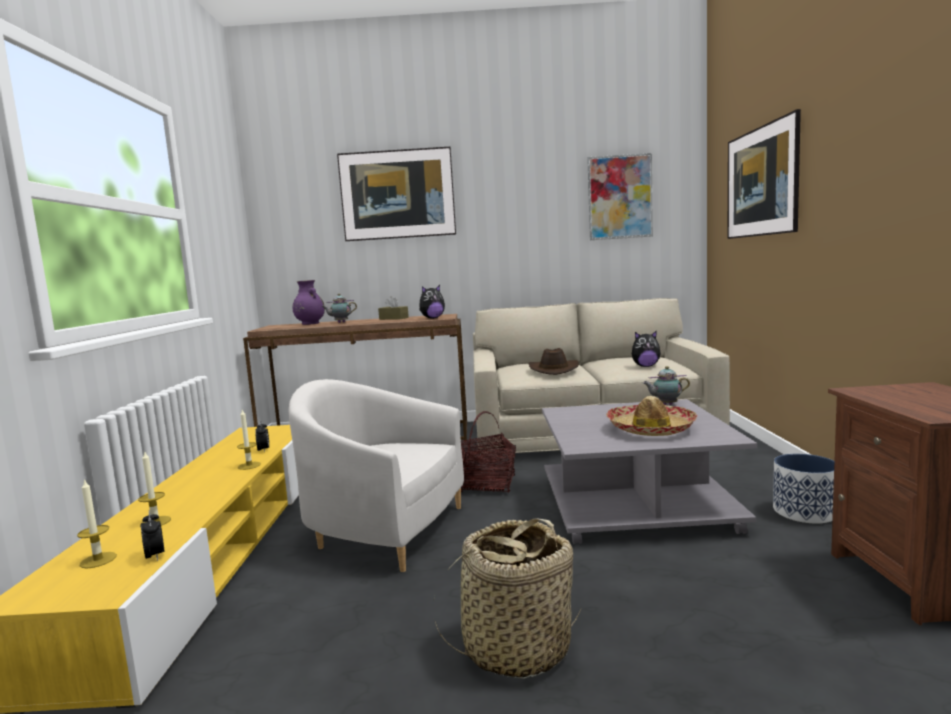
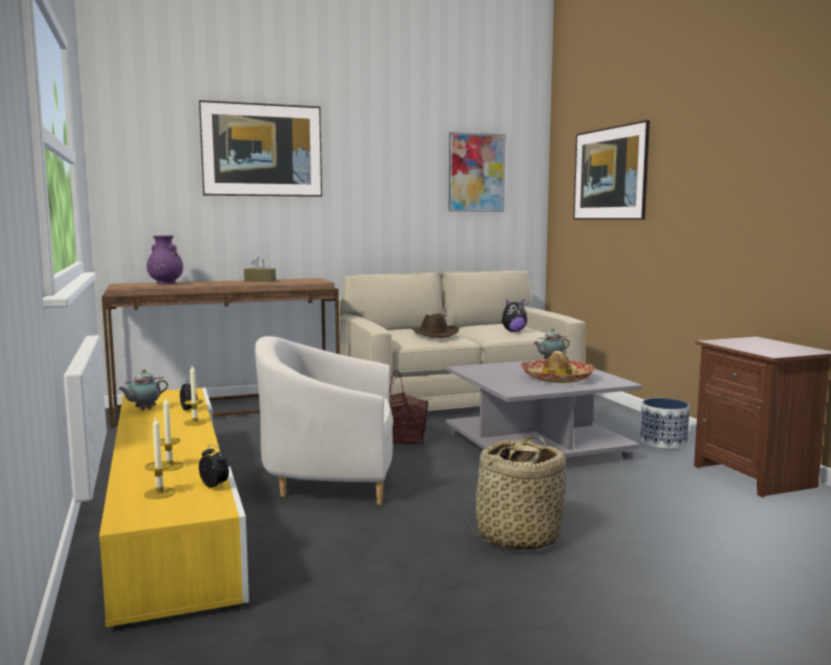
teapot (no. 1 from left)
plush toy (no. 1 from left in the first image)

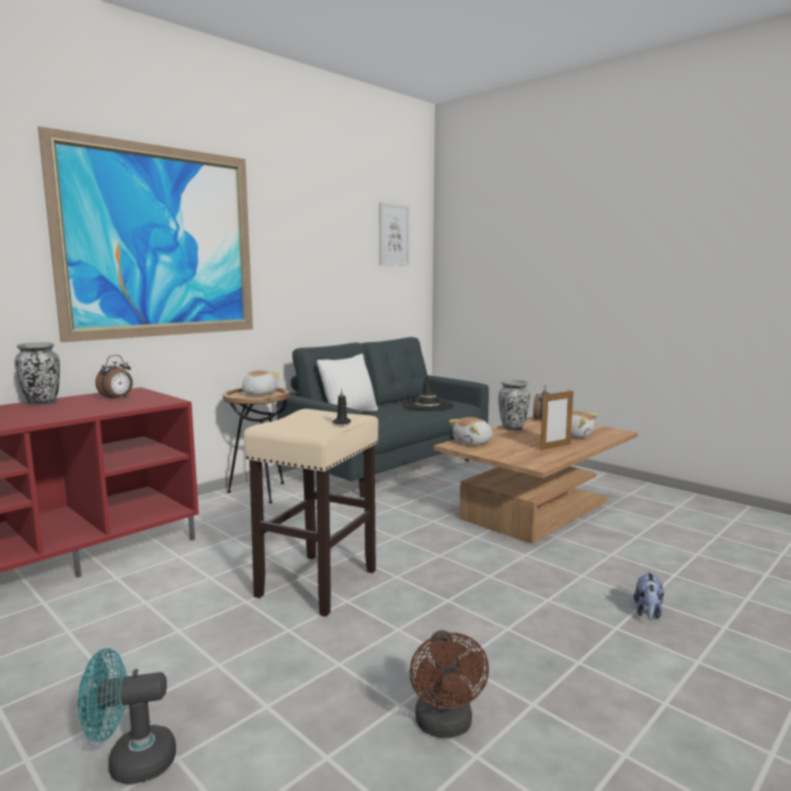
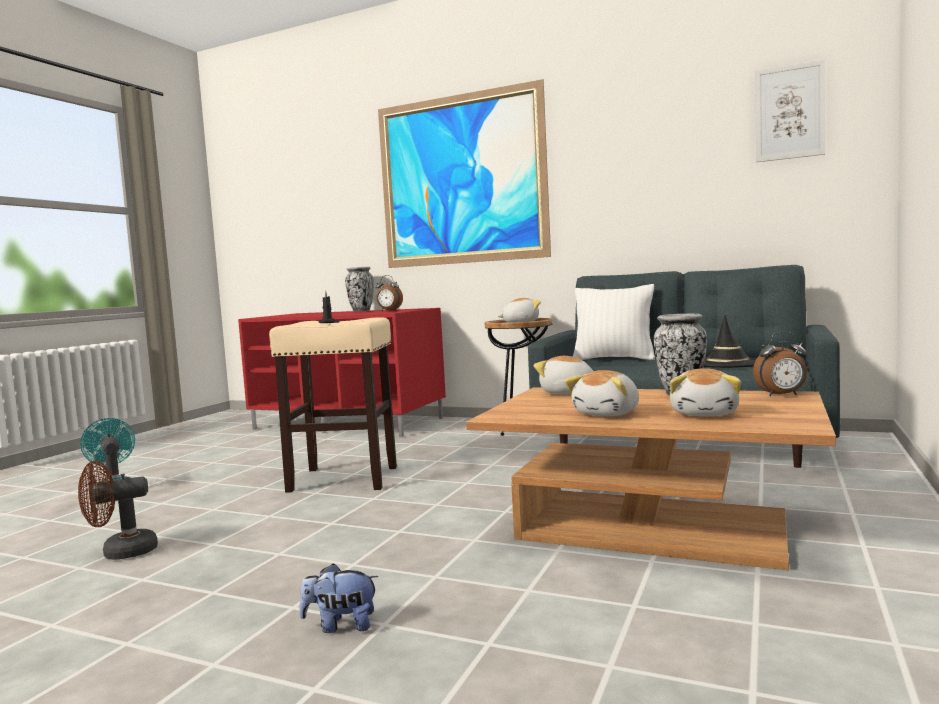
plush toy (no. 4 from left)

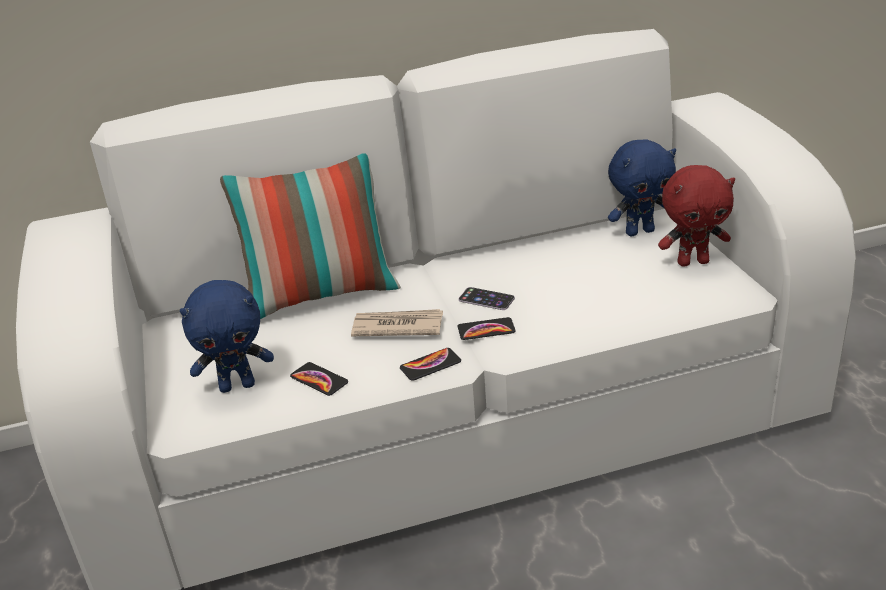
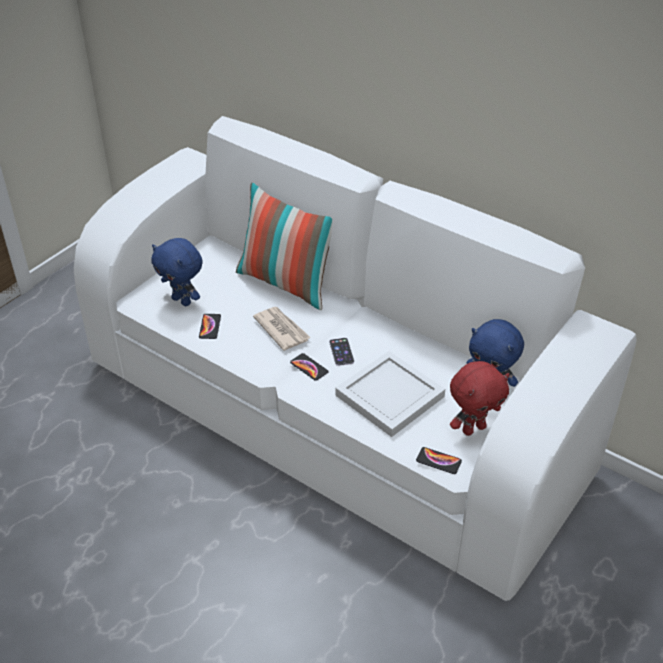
white tray
phone (no. 4 from left)
red plush toy

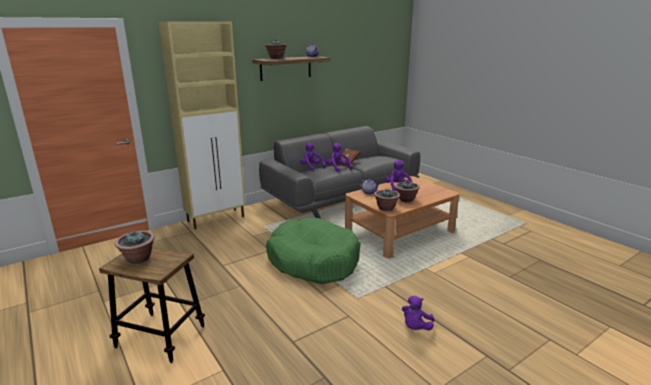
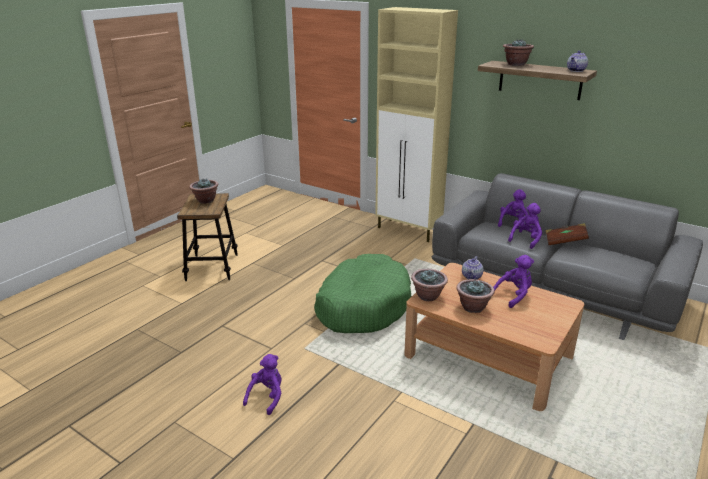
purple plush toy (no. 1 from left)

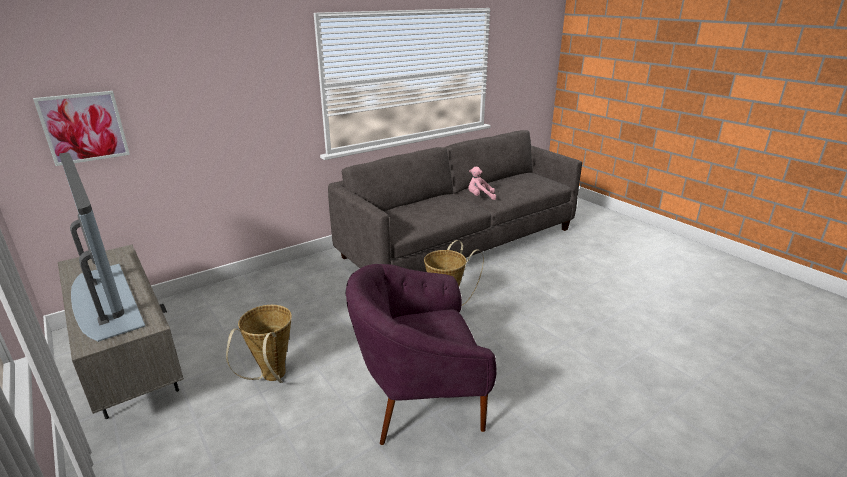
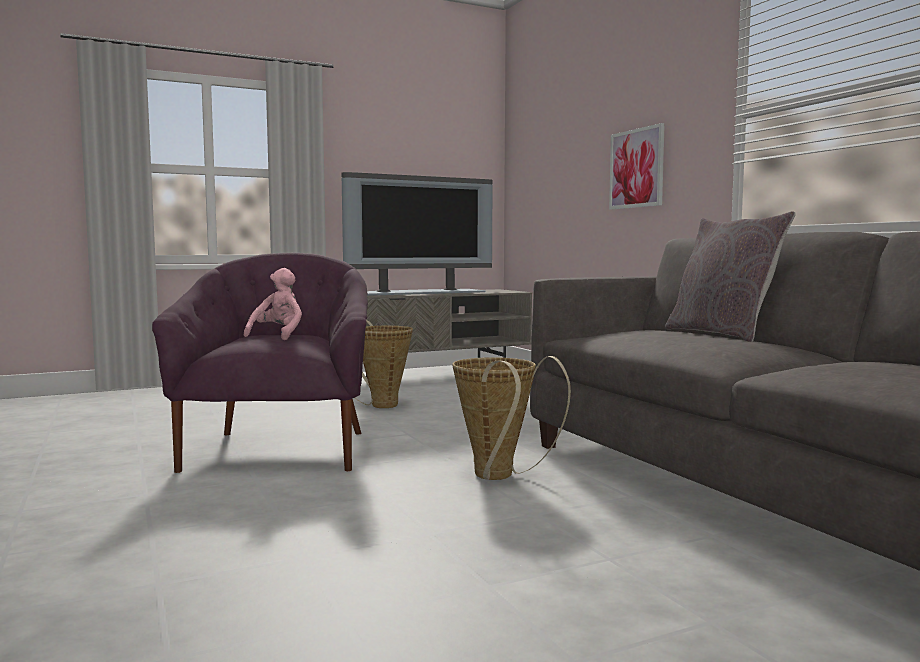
pink plush toy
picture
grey pillow

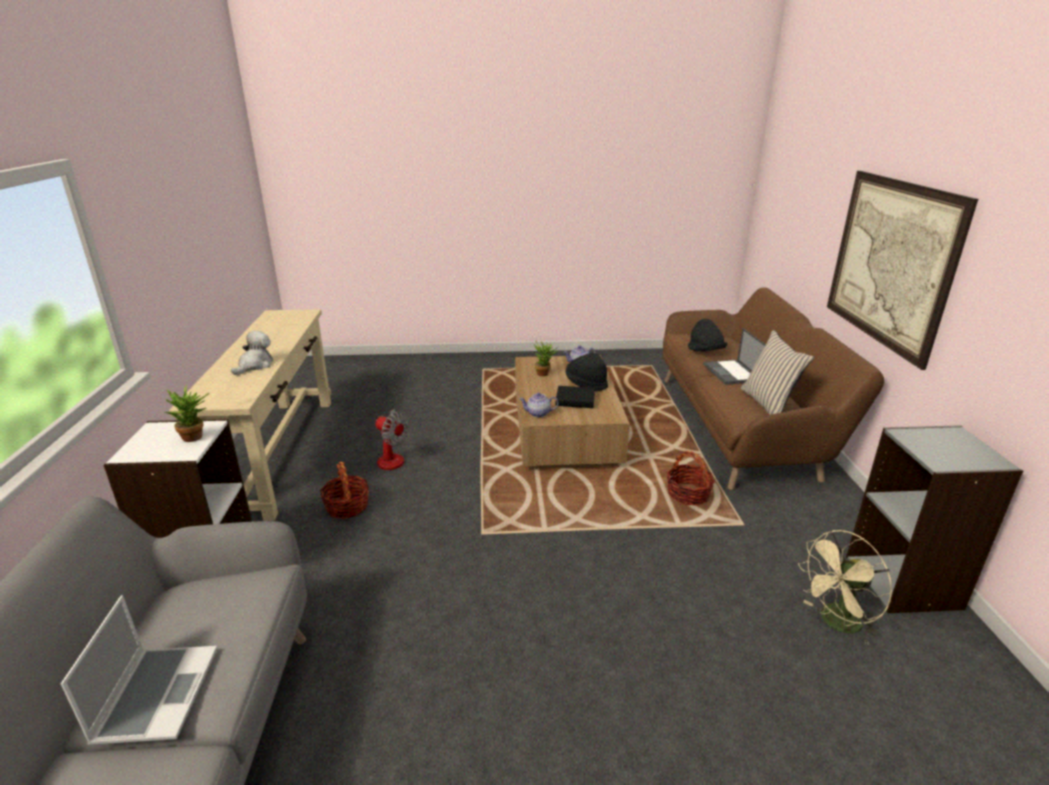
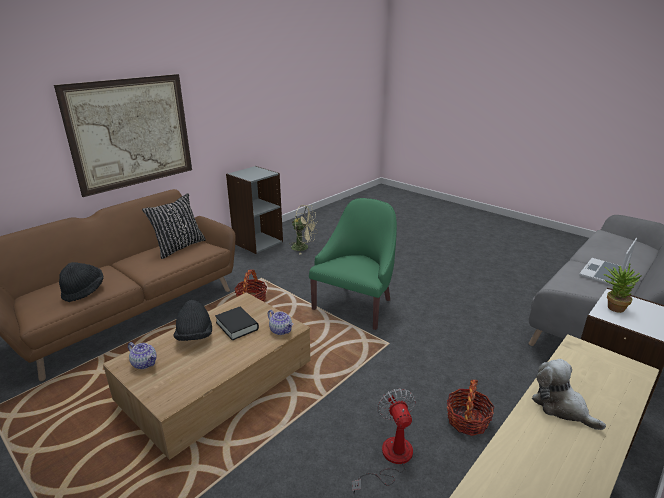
black pillow
green armchair
plush toy
potted plant (no. 2 from left in the first image)
laptop (no. 2 from left in the first image)

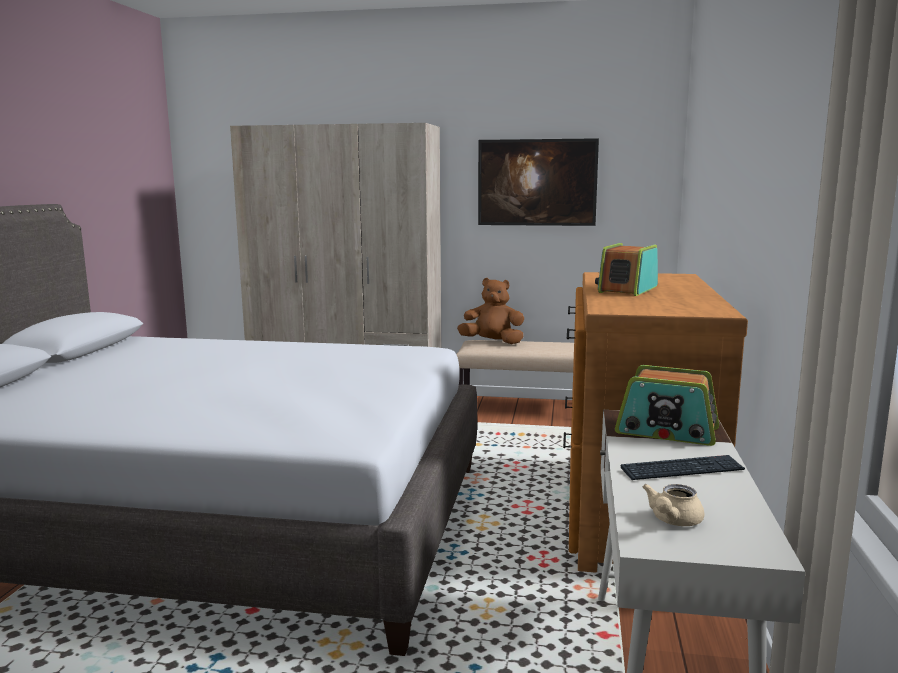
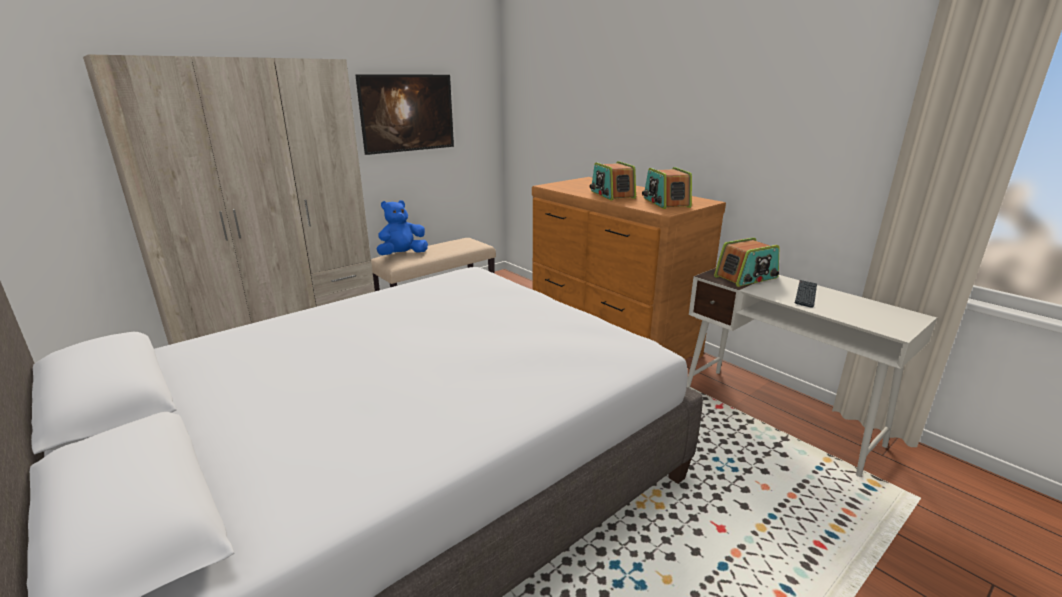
blue plush toy
radio (no. 2 from left)
beige teapot

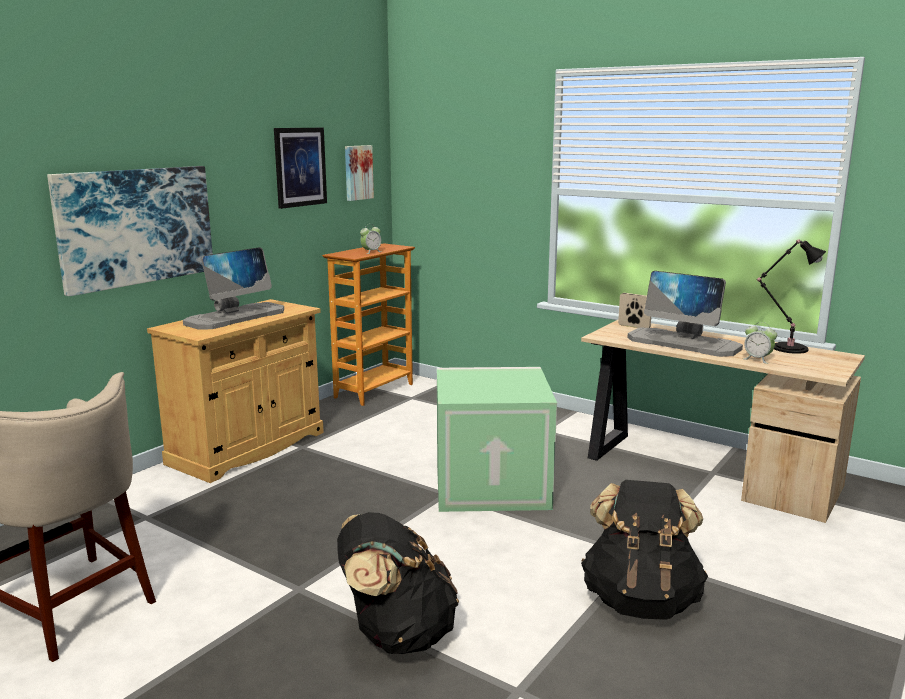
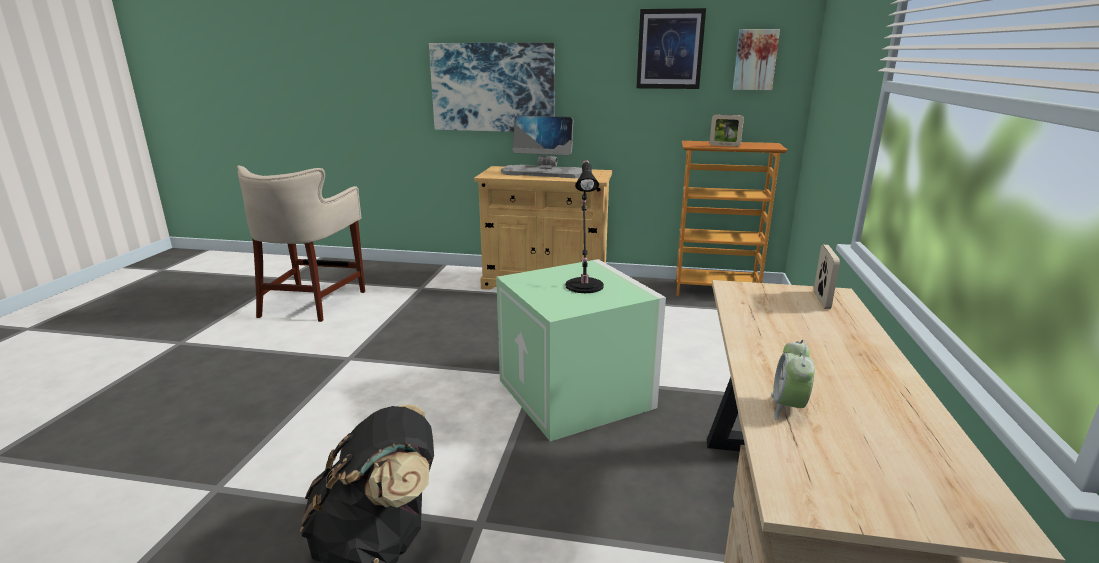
black table lamp
picture frame (no. 1 from left)
black backpack (no. 1 from left in the first image)
monitor (no. 2 from left in the first image)

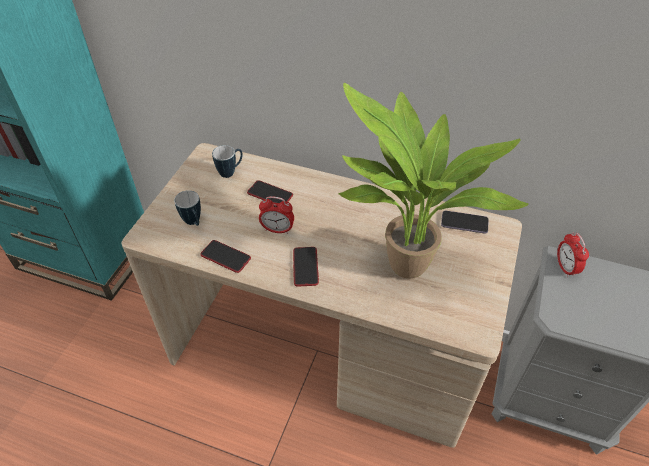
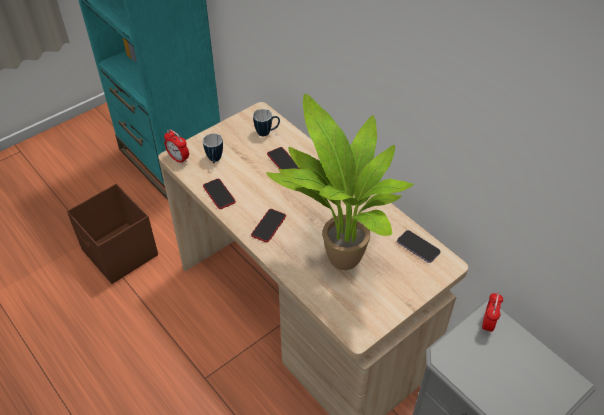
brown storage box
alarm clock (no. 1 from left)

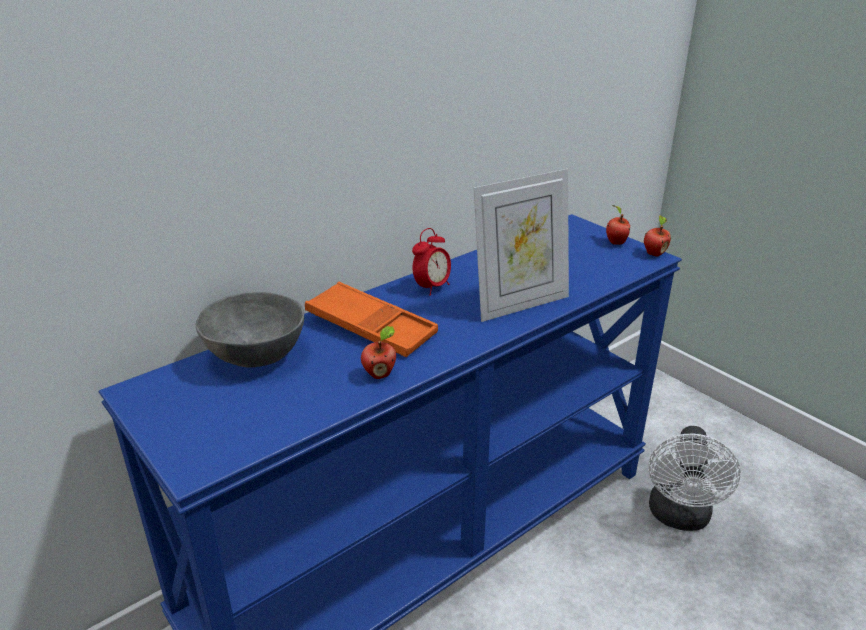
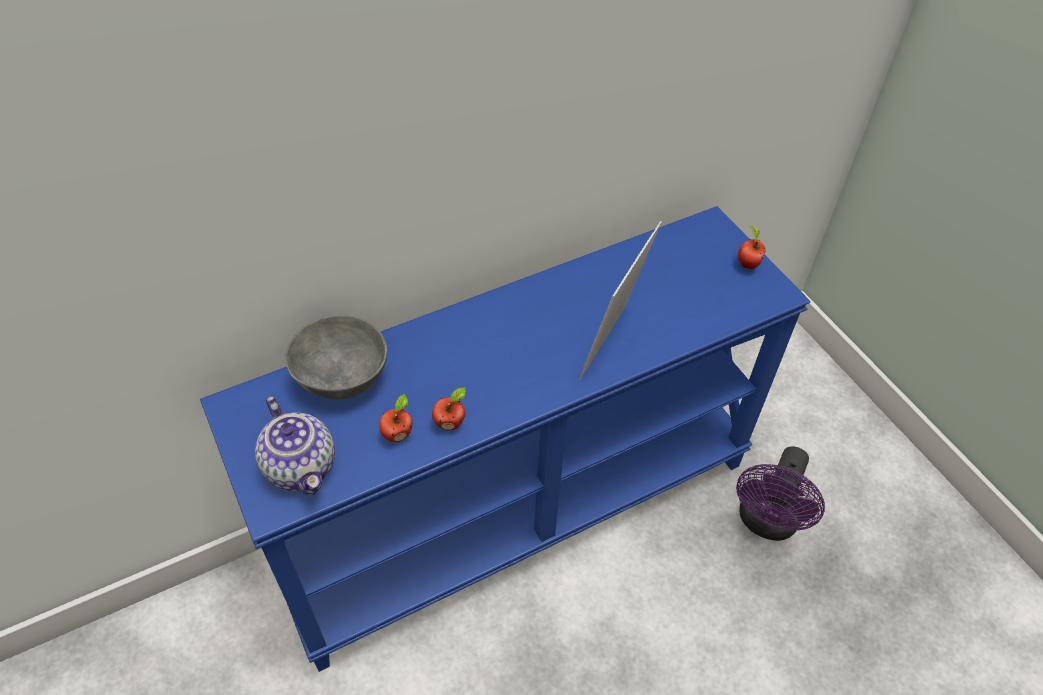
teapot
apple (no. 1 from left)
picture frame
purple fan
orange tray
alarm clock

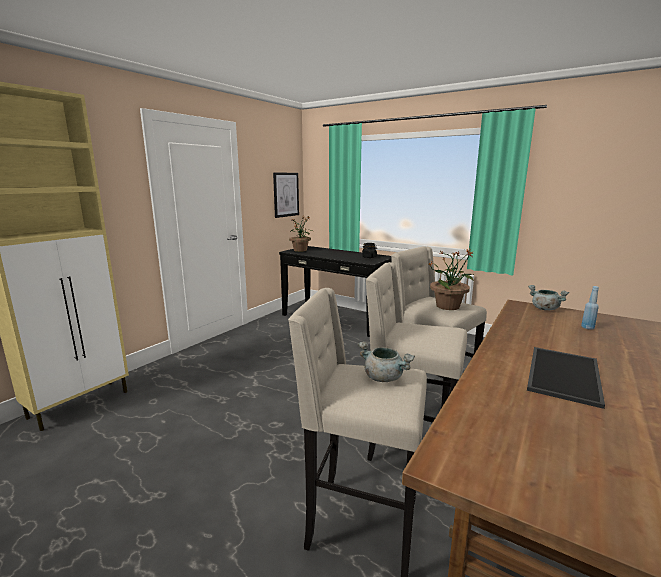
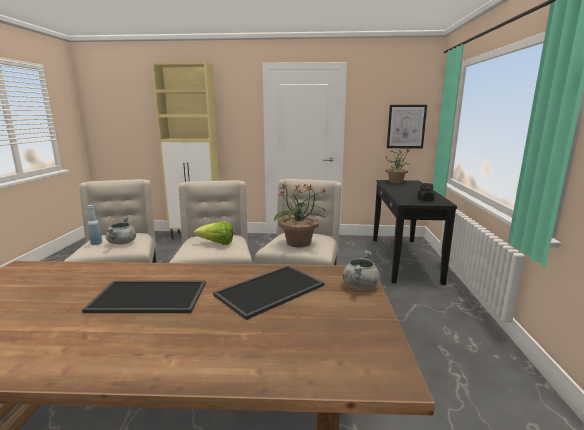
blue bottle
lettuce
tray (no. 2 from left)

